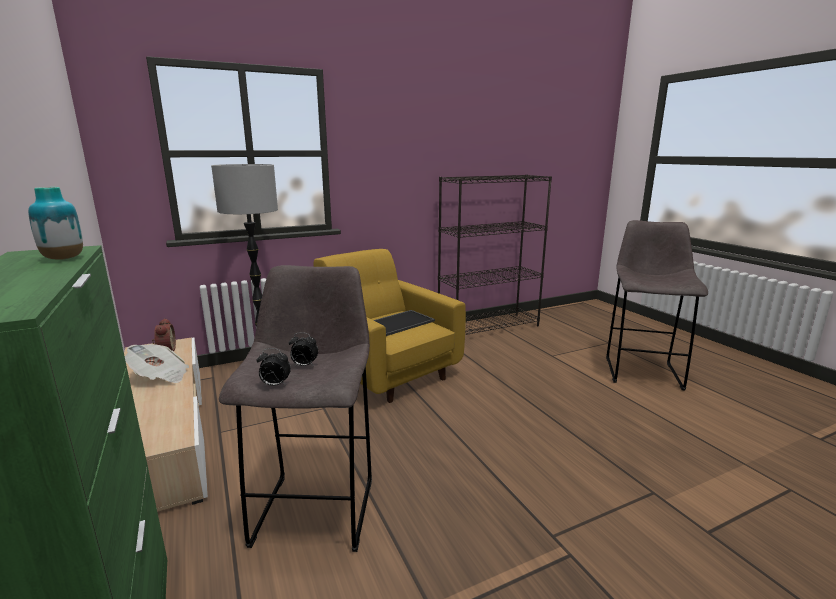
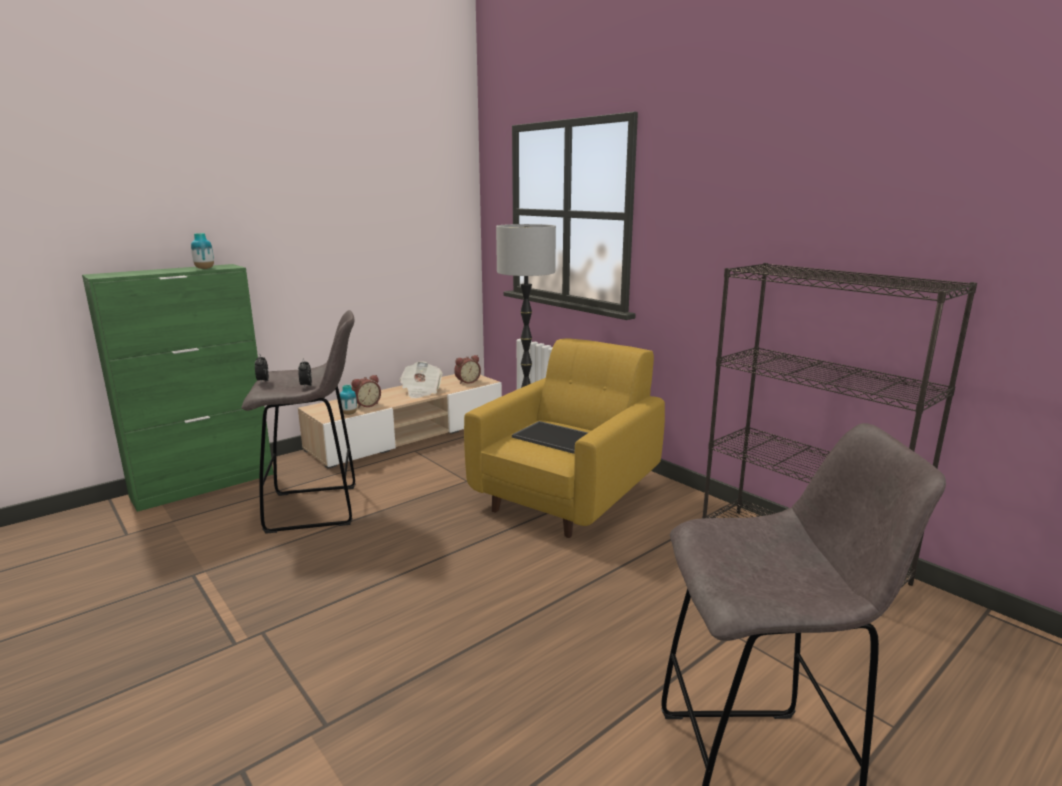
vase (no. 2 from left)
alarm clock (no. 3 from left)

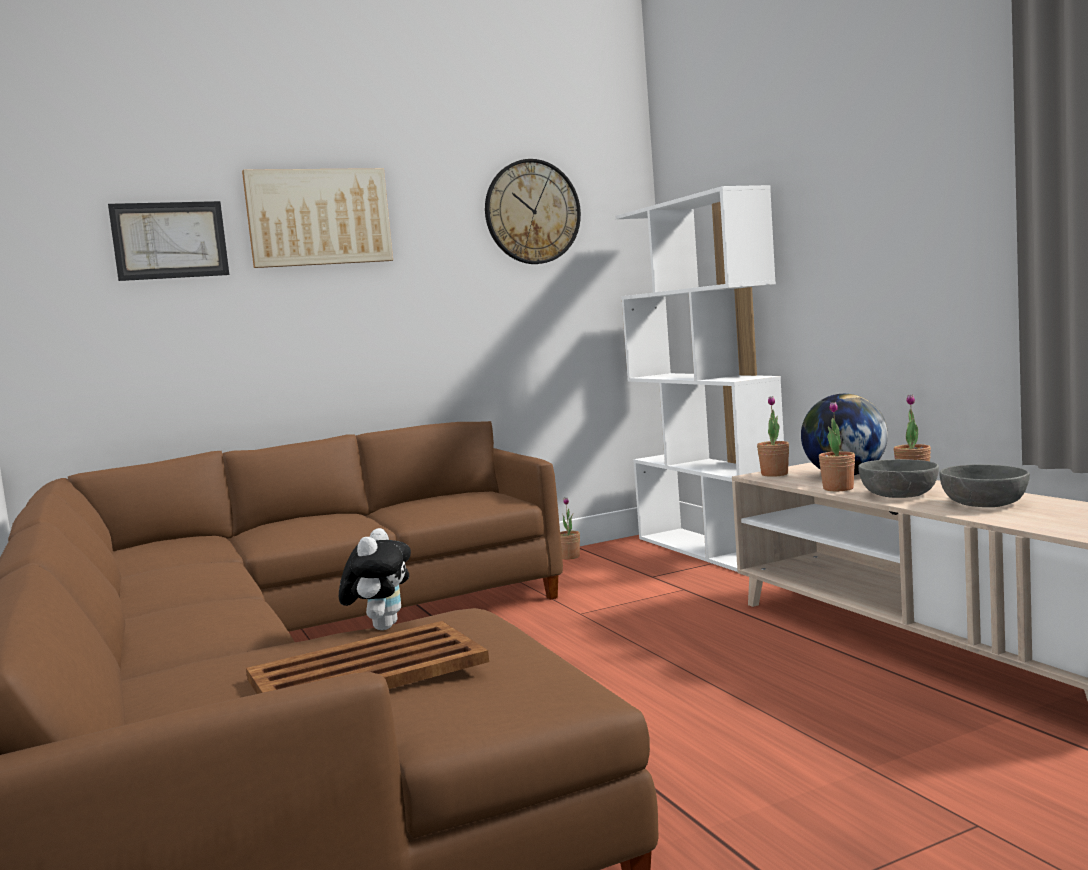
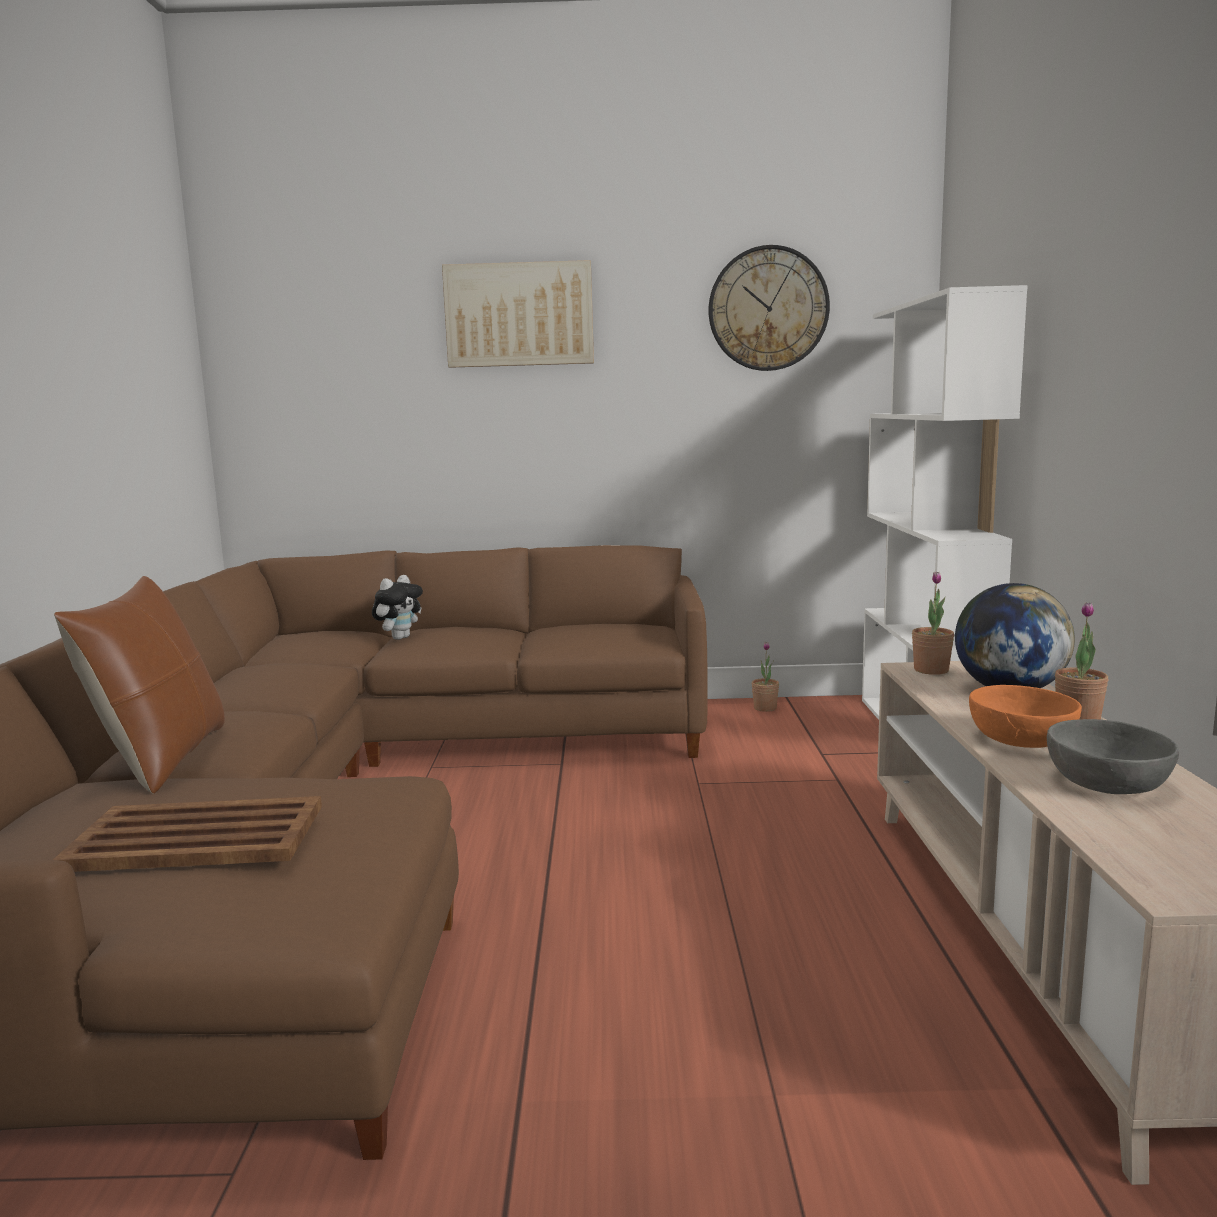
brown pillow
plush toy
orange bowl
picture (no. 1 from left in the first image)
potted plant (no. 3 from left in the first image)

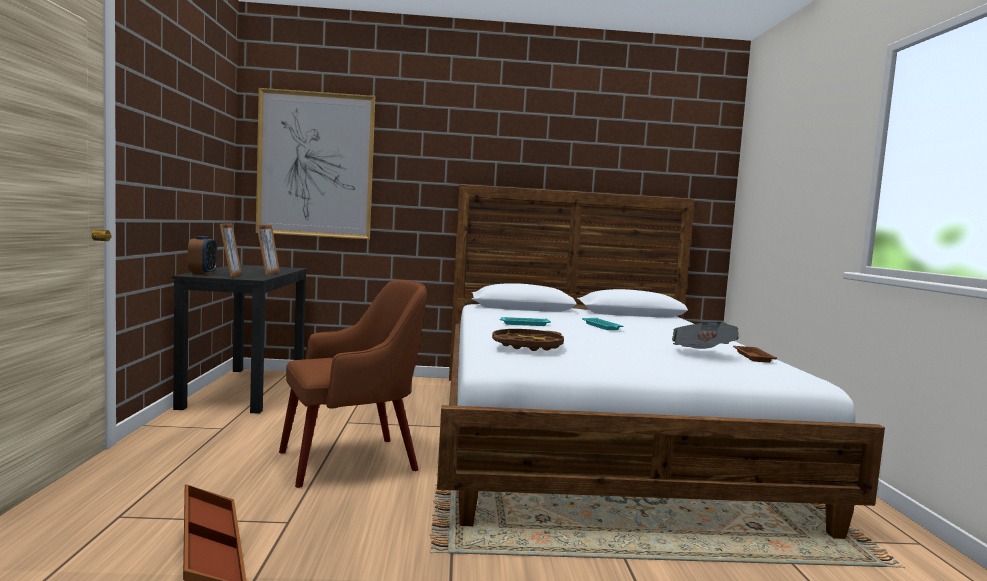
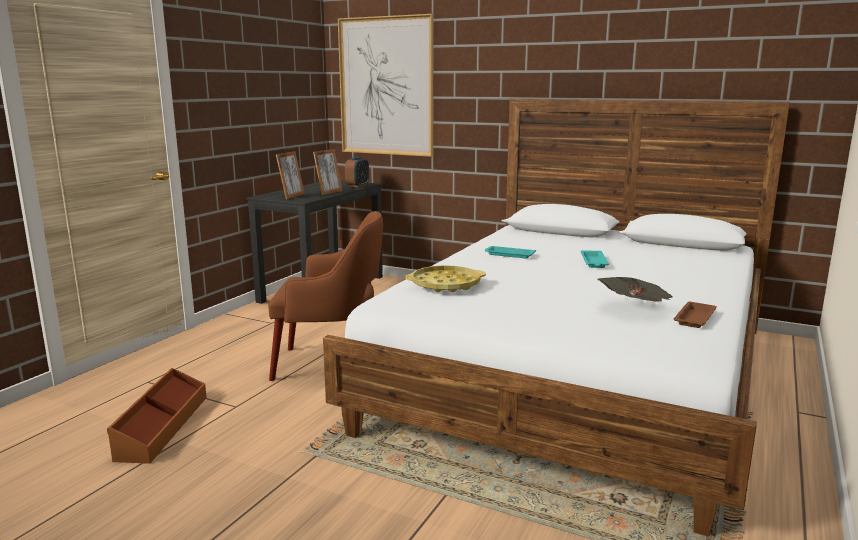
alarm clock
yellow tray

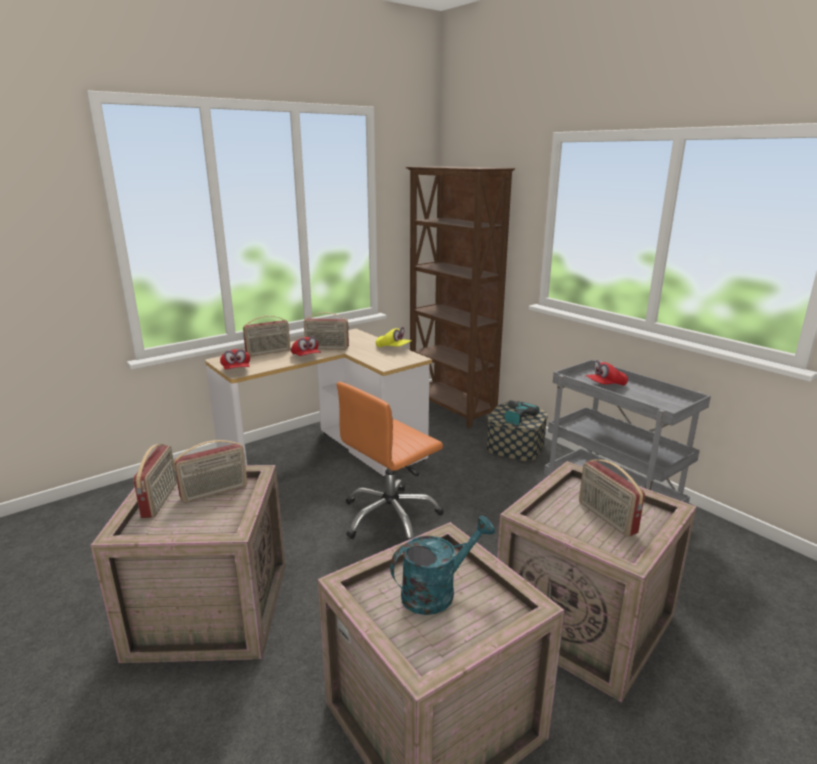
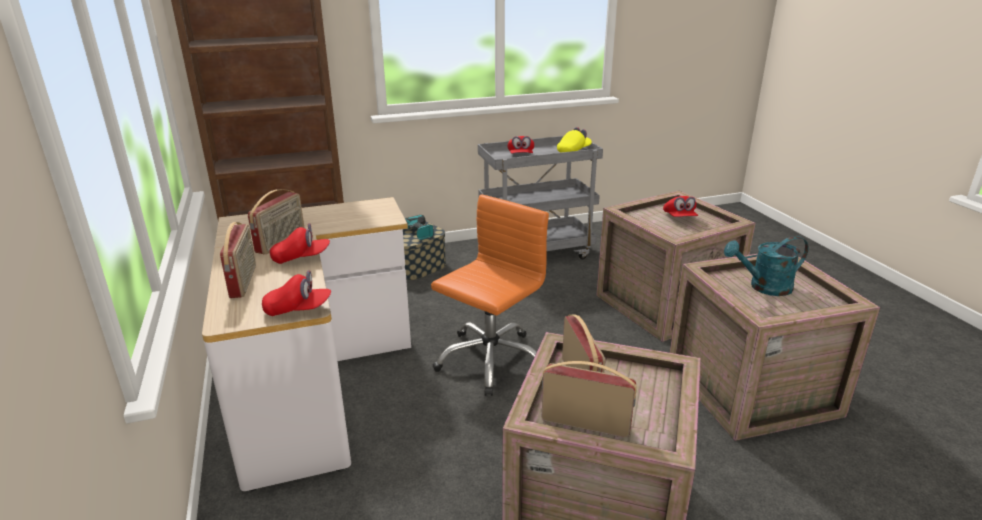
orange office chair
yellow cap
red cap (no. 4 from left)
turquoise watering can

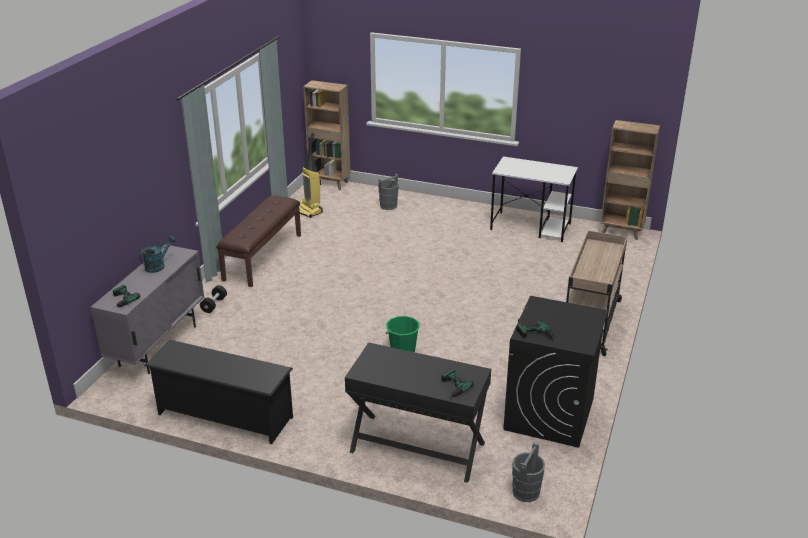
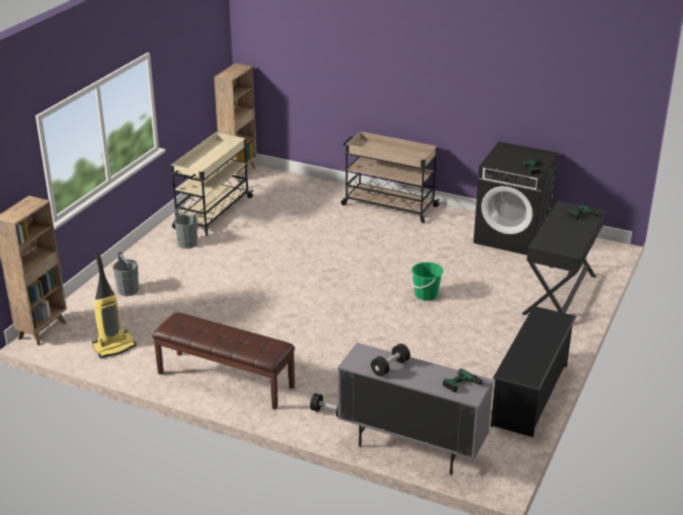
beige cart (no. 1 from left)
grey bucket (no. 2 from left)
black dumbbell (no. 2 from left)

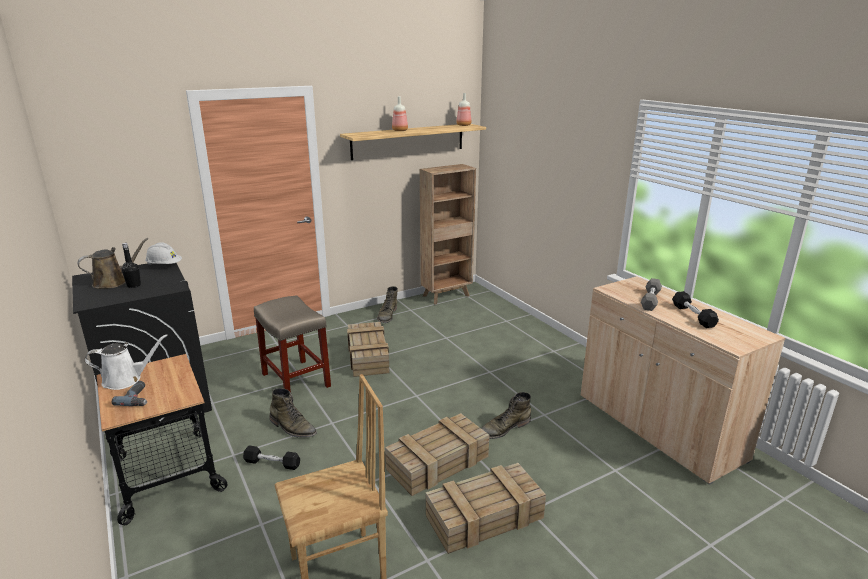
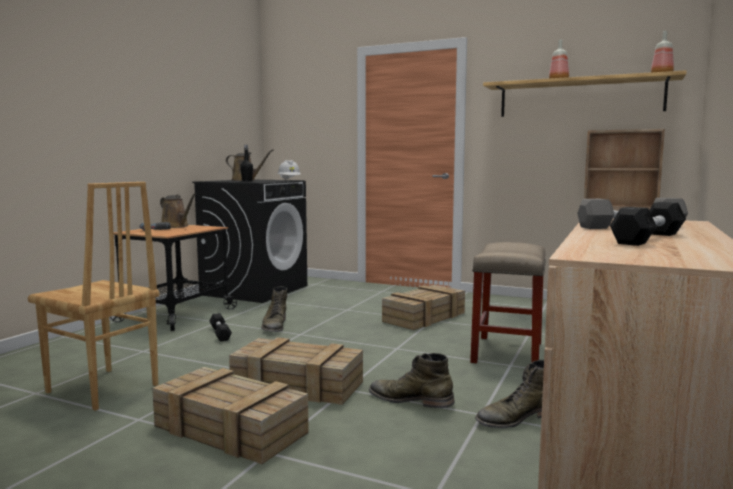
brown watering can (no. 1 from left)
beige stool
green boot (no. 3 from left)

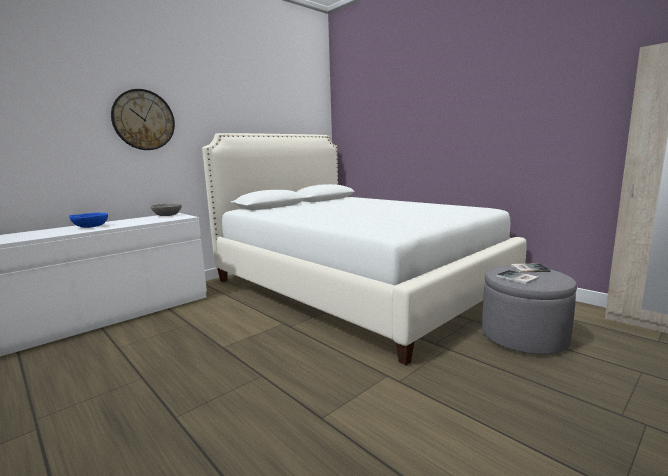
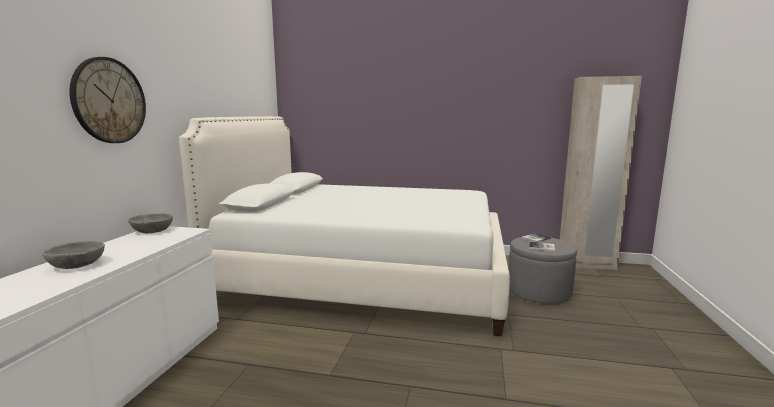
grey bowl (no. 1 from left)

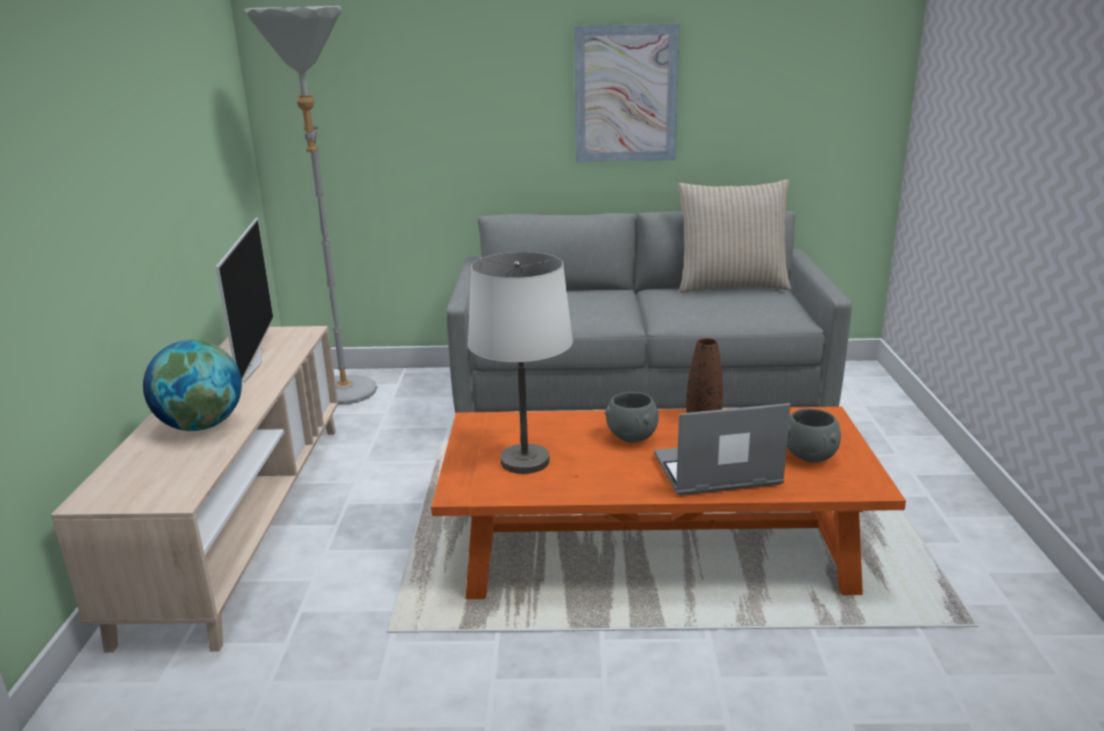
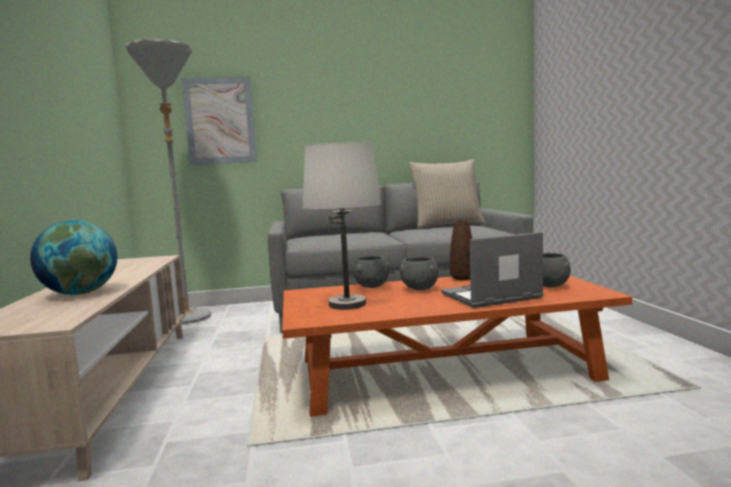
picture
grey bowl (no. 1 from left)
television

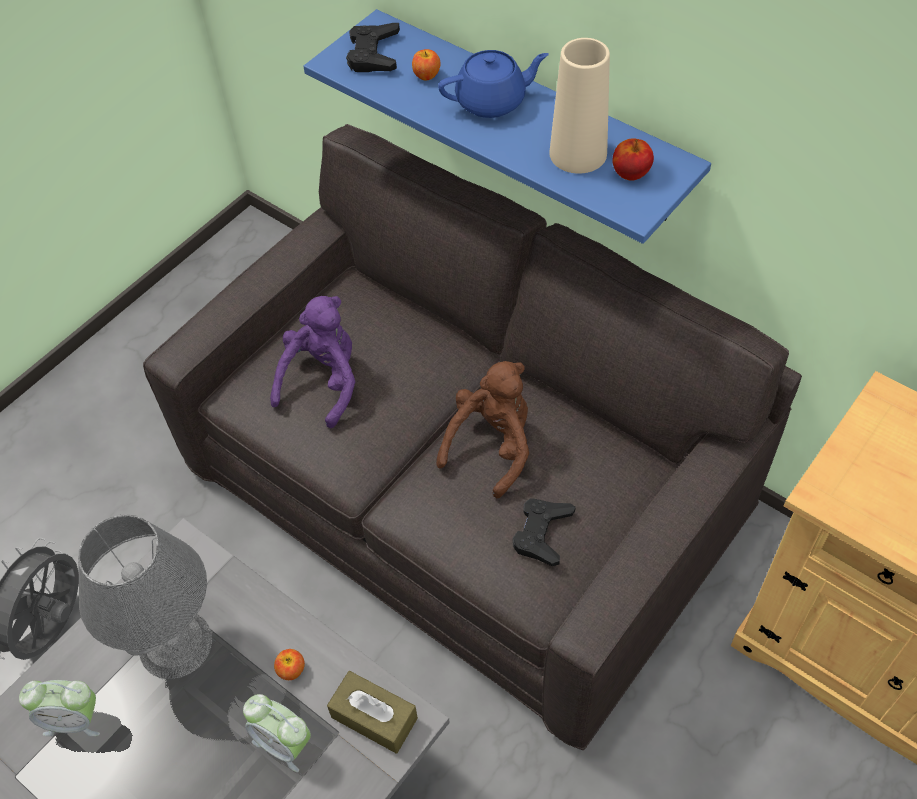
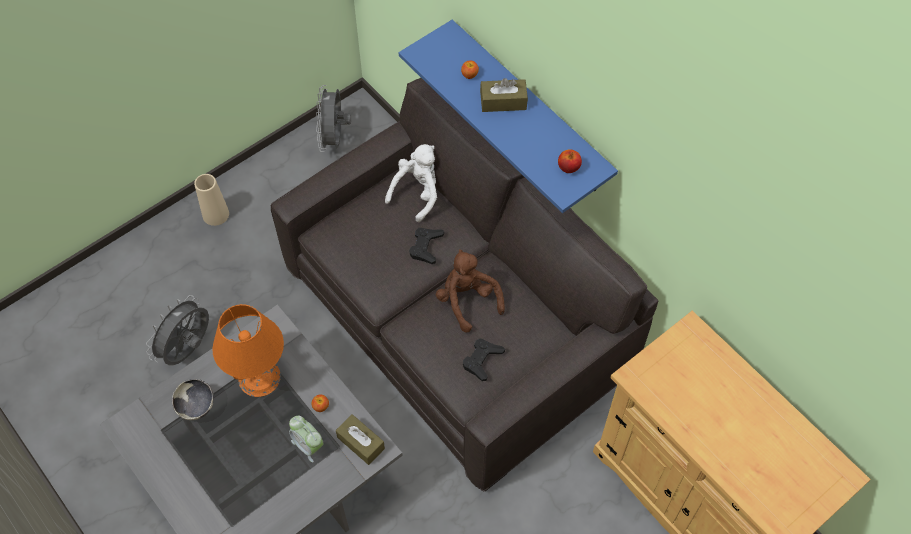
bowl
beige vase
orange table lamp
grey fan (no. 2 from left)
white plush toy
black game controller (no. 1 from left)
brown plush toy
brown tissue box (no. 2 from left)
purple plush toy

